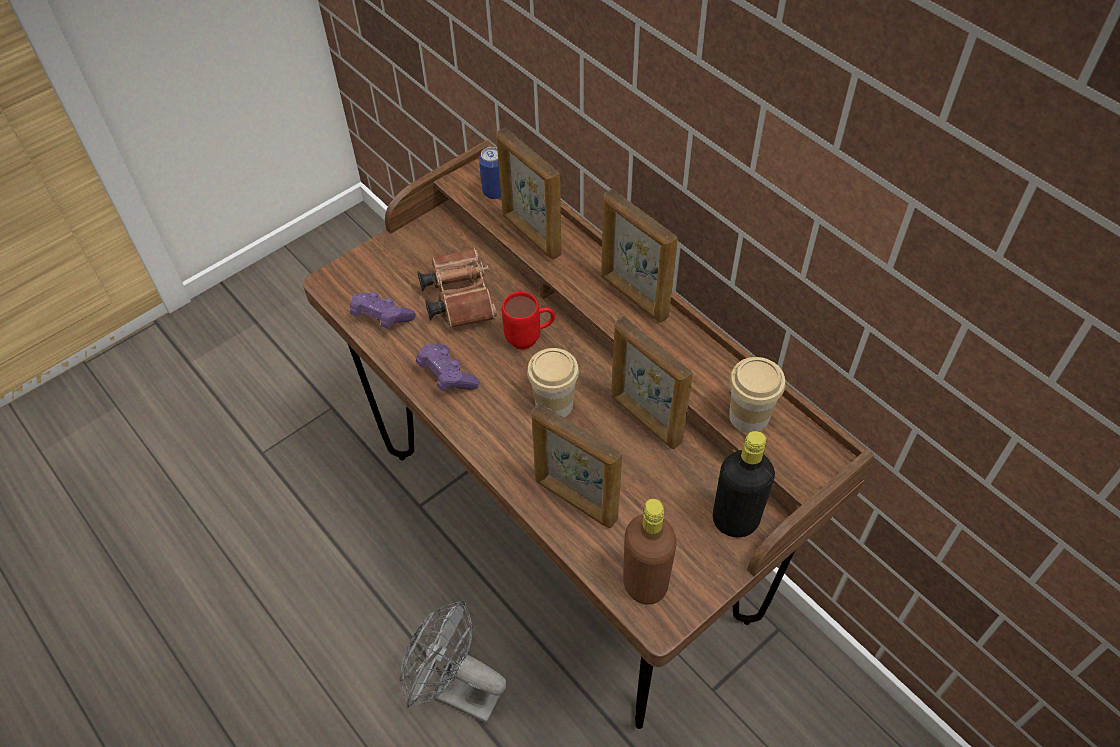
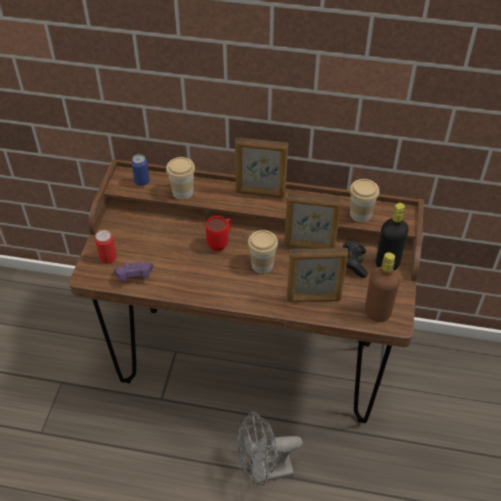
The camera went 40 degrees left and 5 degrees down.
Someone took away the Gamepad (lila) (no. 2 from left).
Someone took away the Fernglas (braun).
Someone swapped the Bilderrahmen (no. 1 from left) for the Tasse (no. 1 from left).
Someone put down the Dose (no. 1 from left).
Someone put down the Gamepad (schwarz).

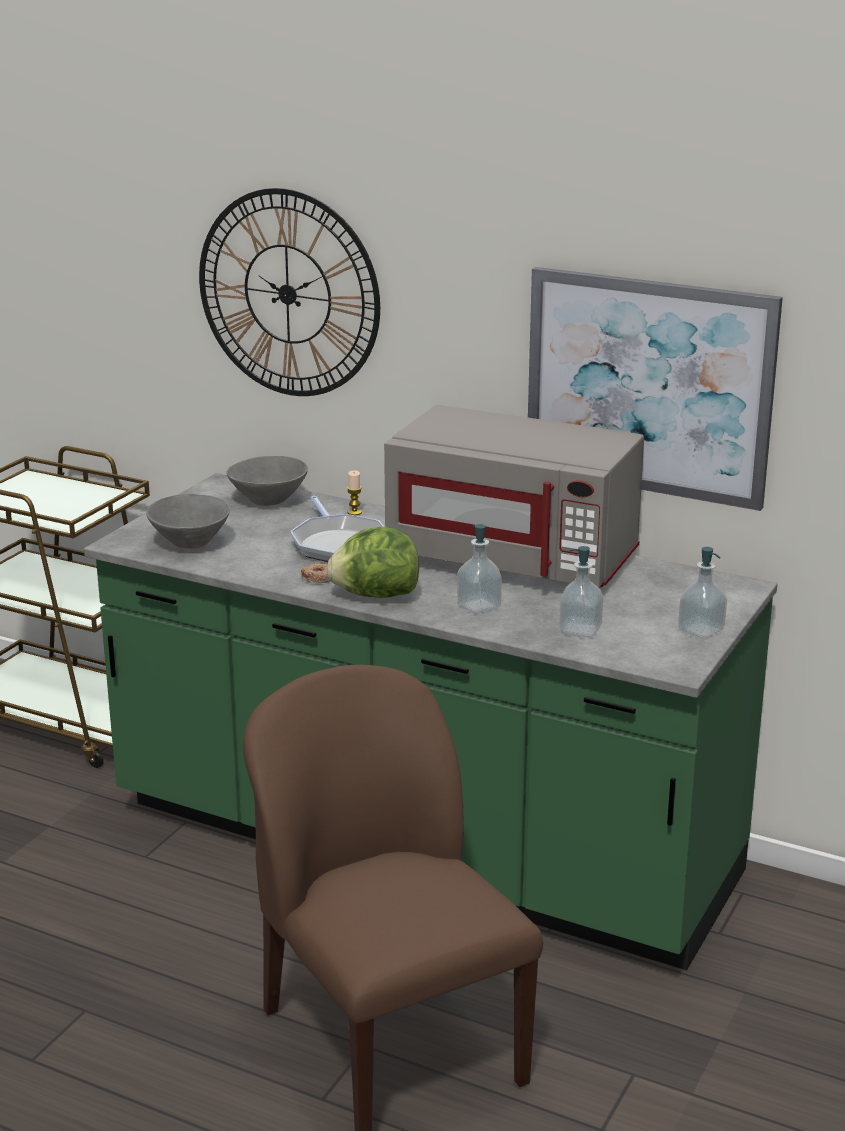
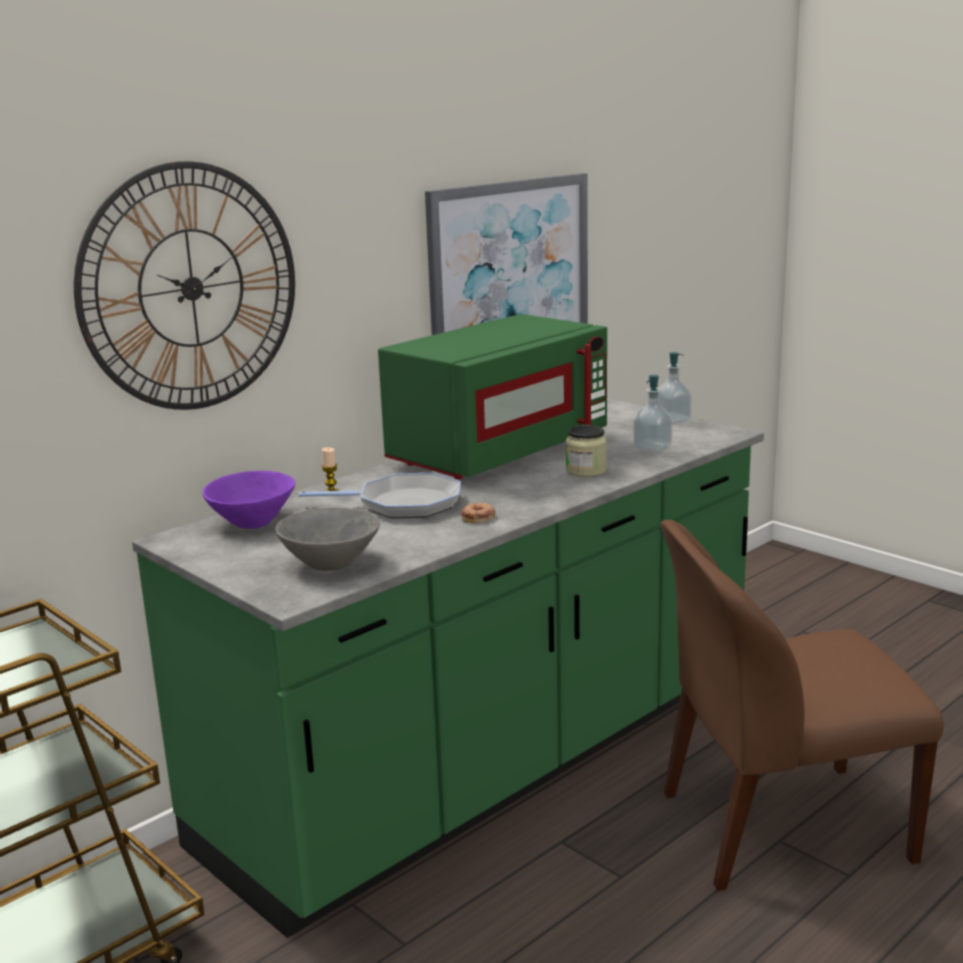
The camera went 70 degrees left and 5 degrees down.
Someone repainted the Schüssel (grau) (no. 2 from left), which became the Schüssel (lila).
Someone took away the Salatkopf.
Someone repainted the Mikrowelle (grau), which became the Mikrowelle (grün).
Someone swapped the Seifenspender (no. 1 from left) for the Vorratsglas.

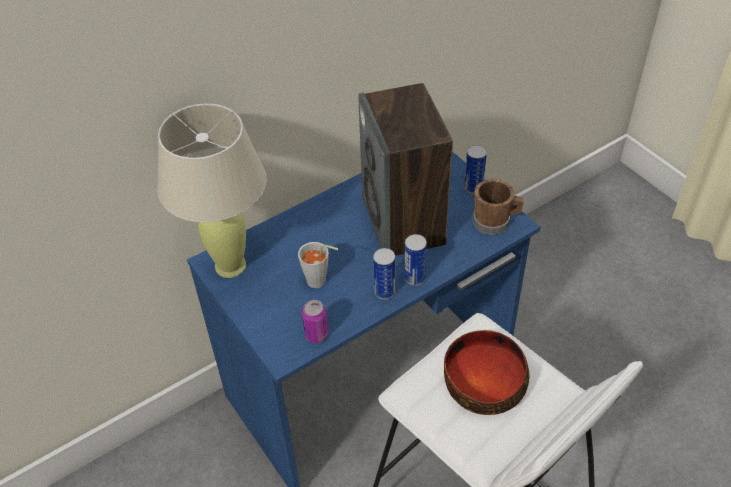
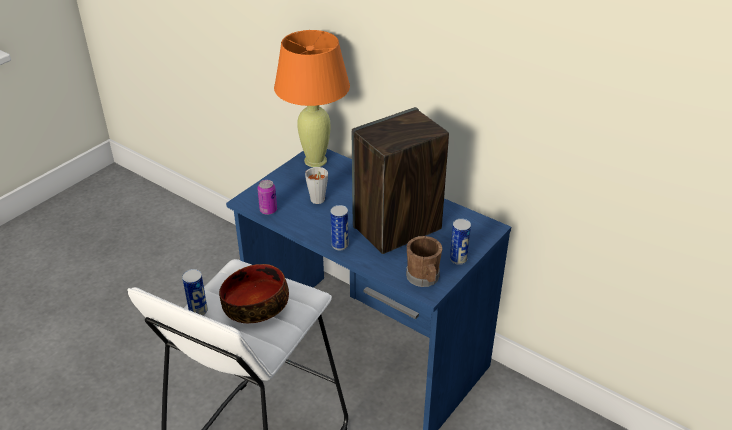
The camera went 70 degrees right and 10 degrees down.
Someone repainted the Tischlampe (beige), which became the Tischlampe (orange).
Someone carried the Dose (no. 2 from left in the first image).

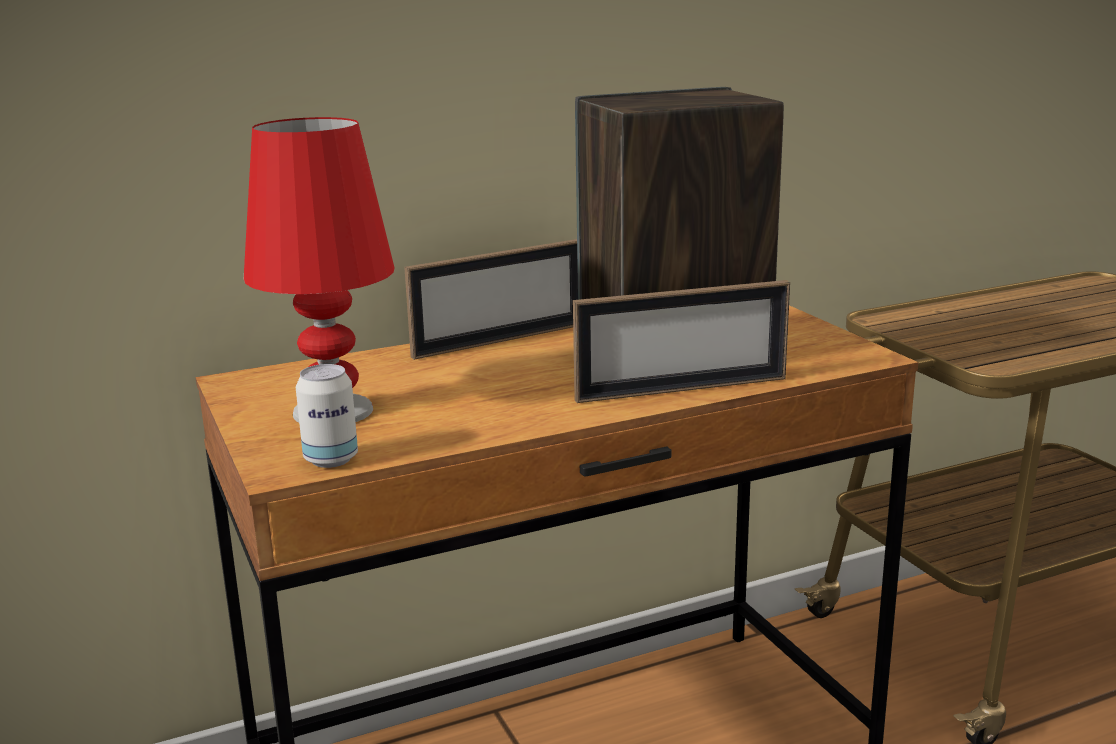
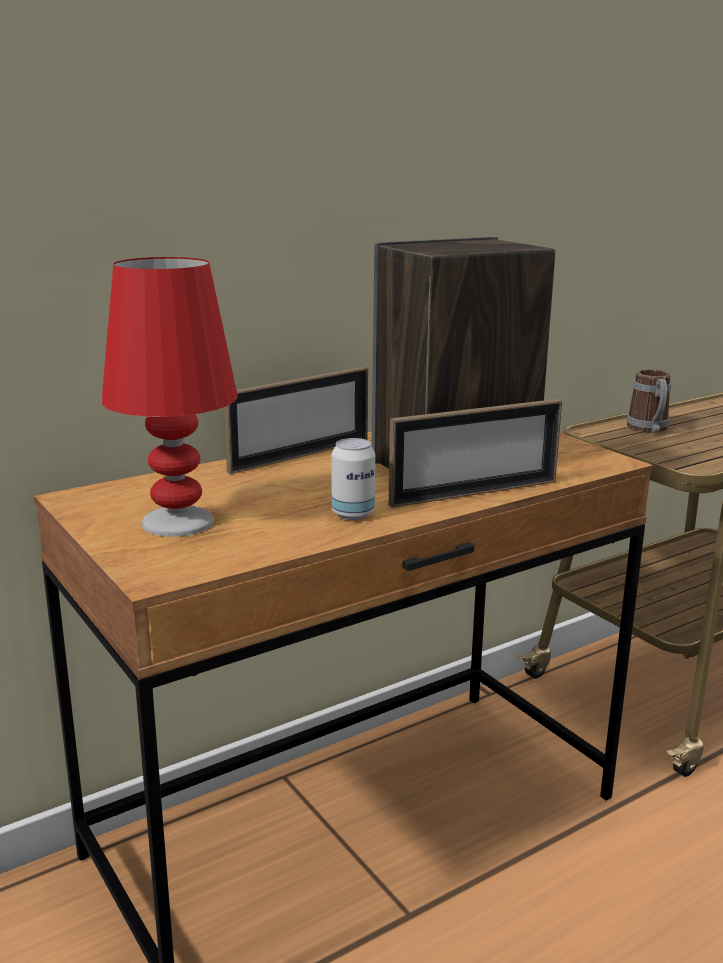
The camera went 10 degrees left and 0 degrees up.
Someone carried the Dose.
Someone put down the Henkelbecher.

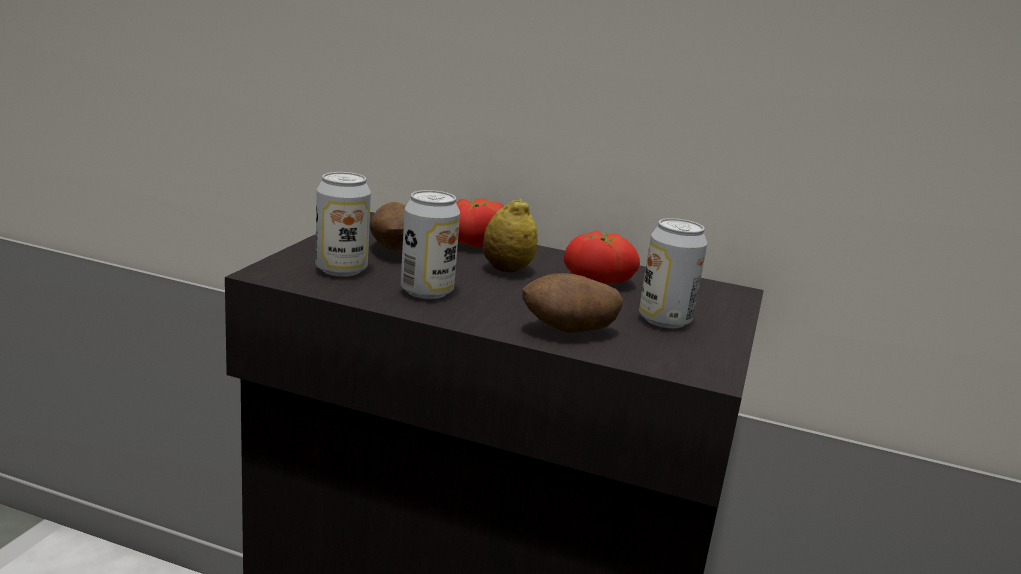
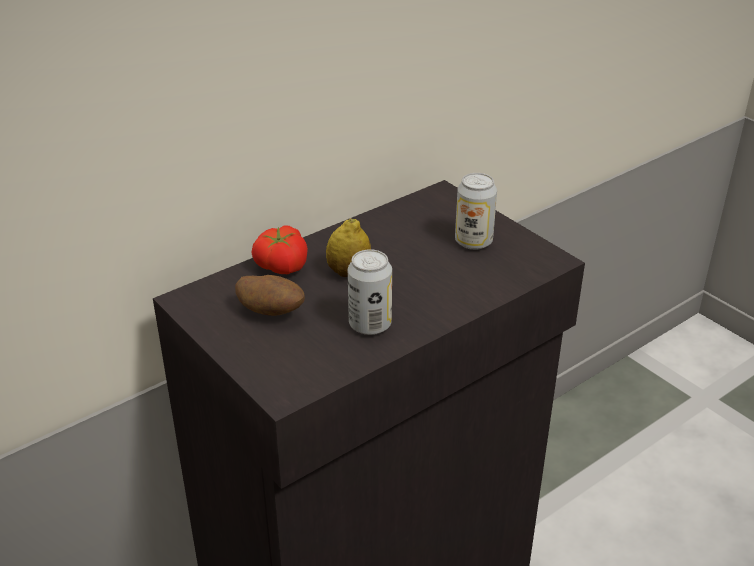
The camera went 55 degrees left and 15 degrees up.
Someone took away the Dose (no. 1 from left).
Someone took away the Kartoffel (no. 2 from left).
Someone took away the Tomate (no. 2 from left).

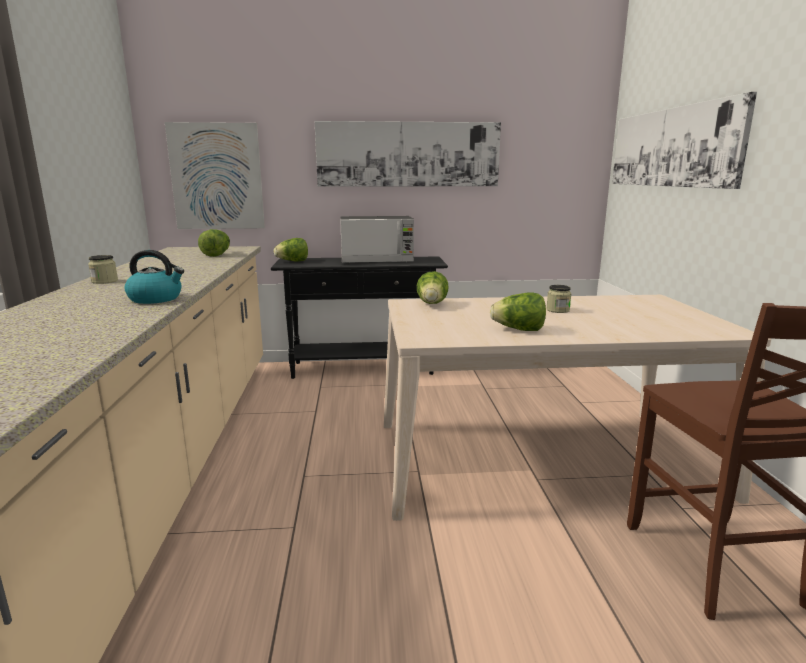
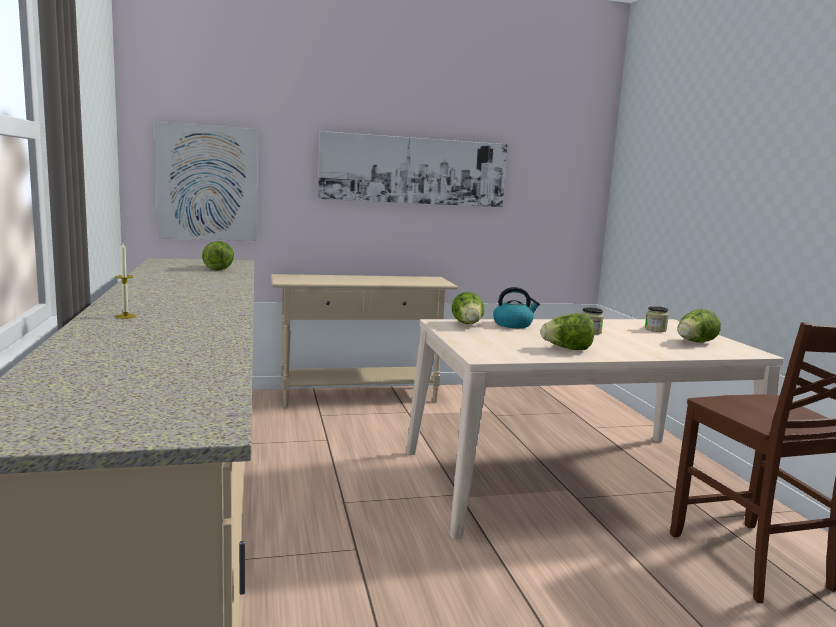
The camera went 10 degrees left and 5 degrees down.
Someone carried the Vorratsglas (no. 1 from left in the first image).
Someone carried the Wasserkessel.
Someone repainted the Konsolentisch (schwarz), which became the Konsolentisch (beige).
Someone carried the Salatkopf (no. 2 from left in the first image).
Someone took away the Mikrowelle.
Someone took away the Bild (no. 3 from left).
Someone put down the Kerze.

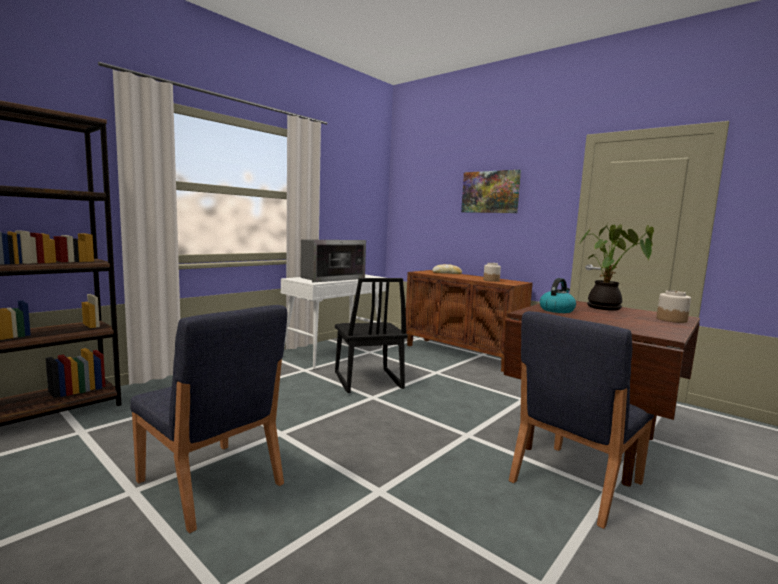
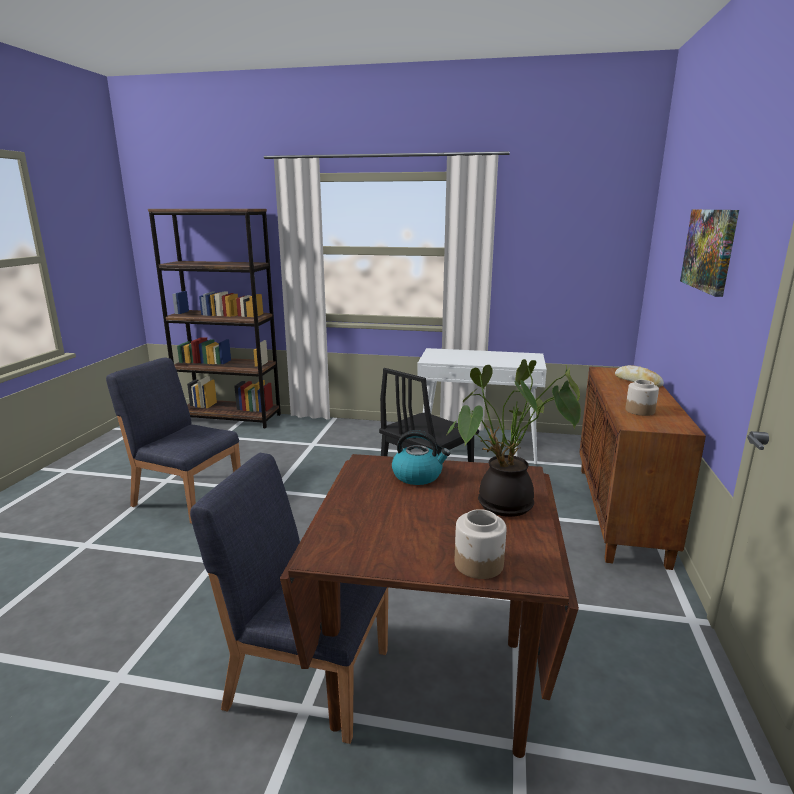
The camera went 60 degrees right and 10 degrees up.
Someone rotated the Stuhl (blau) (no. 1 from left) by 105 degrees clockwise.
Someone took away the Mikrowelle.

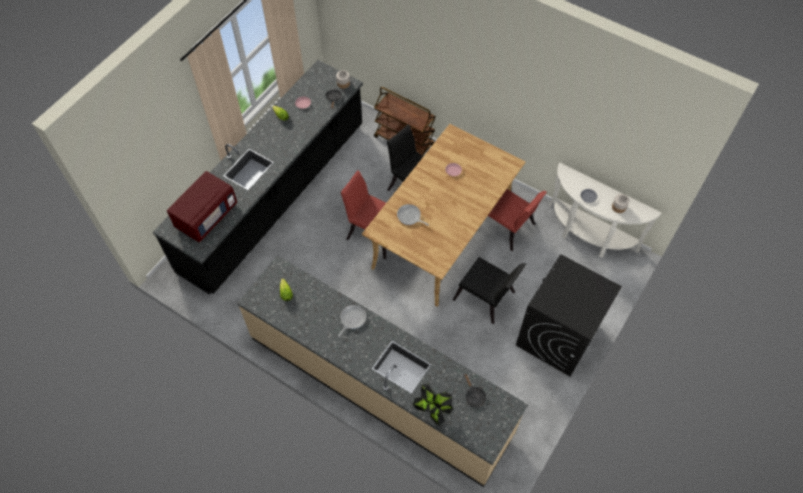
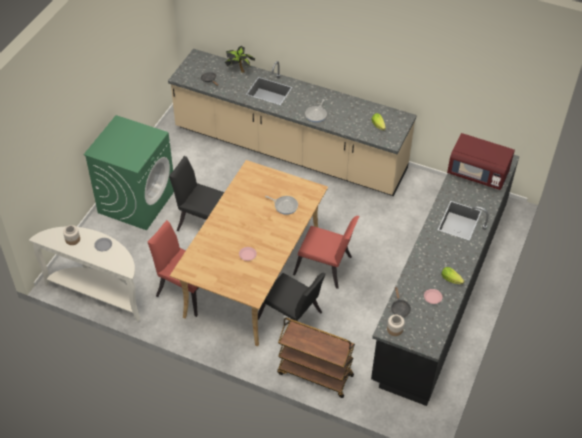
The camera went 170 degrees right and 10 degrees down.
Someone rotated the Mikrowelle (rot) by 90 degrees counterclockwise.
Someone repainted the Waschmaschine (schwarz), which became the Waschmaschine (grün).

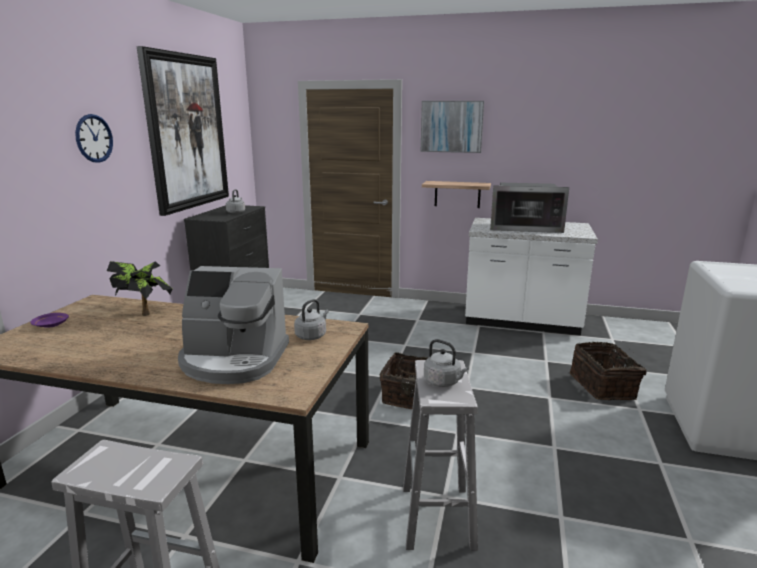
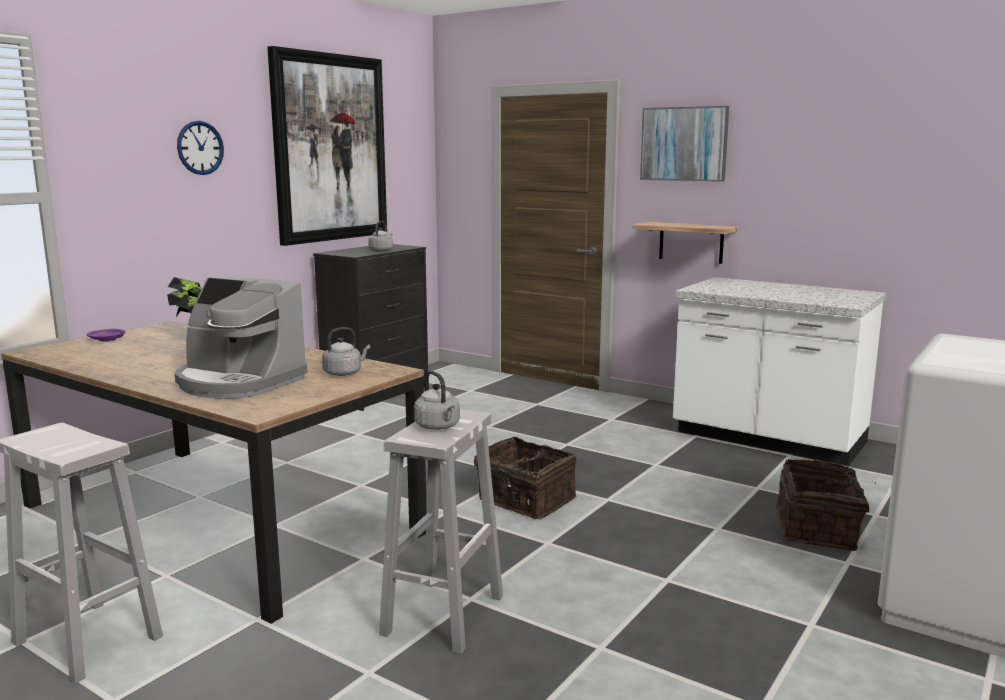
The camera went 20 degrees right and 5 degrees down.
Someone took away the Mikrowelle.

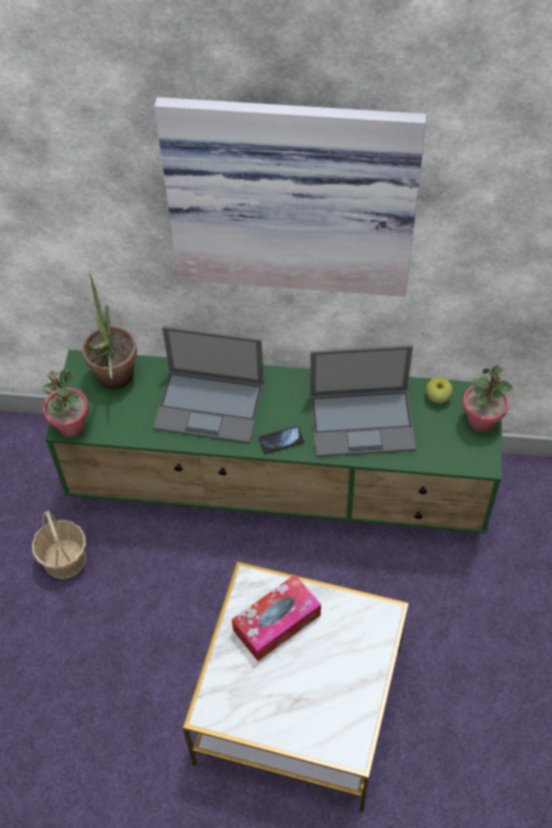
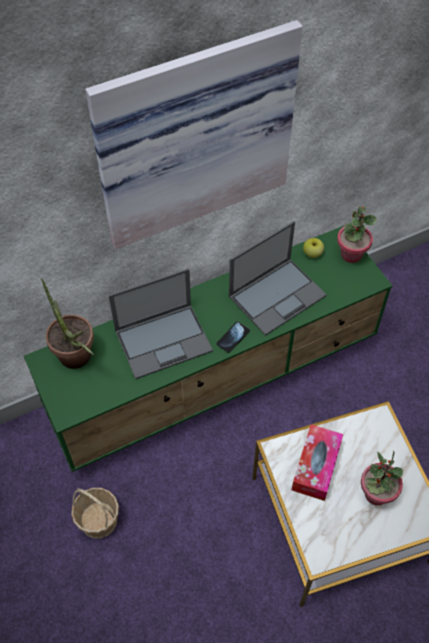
The camera went 35 degrees left and 0 degrees up.
Someone carried the Topfpflanze (no. 1 from left in the first image).

